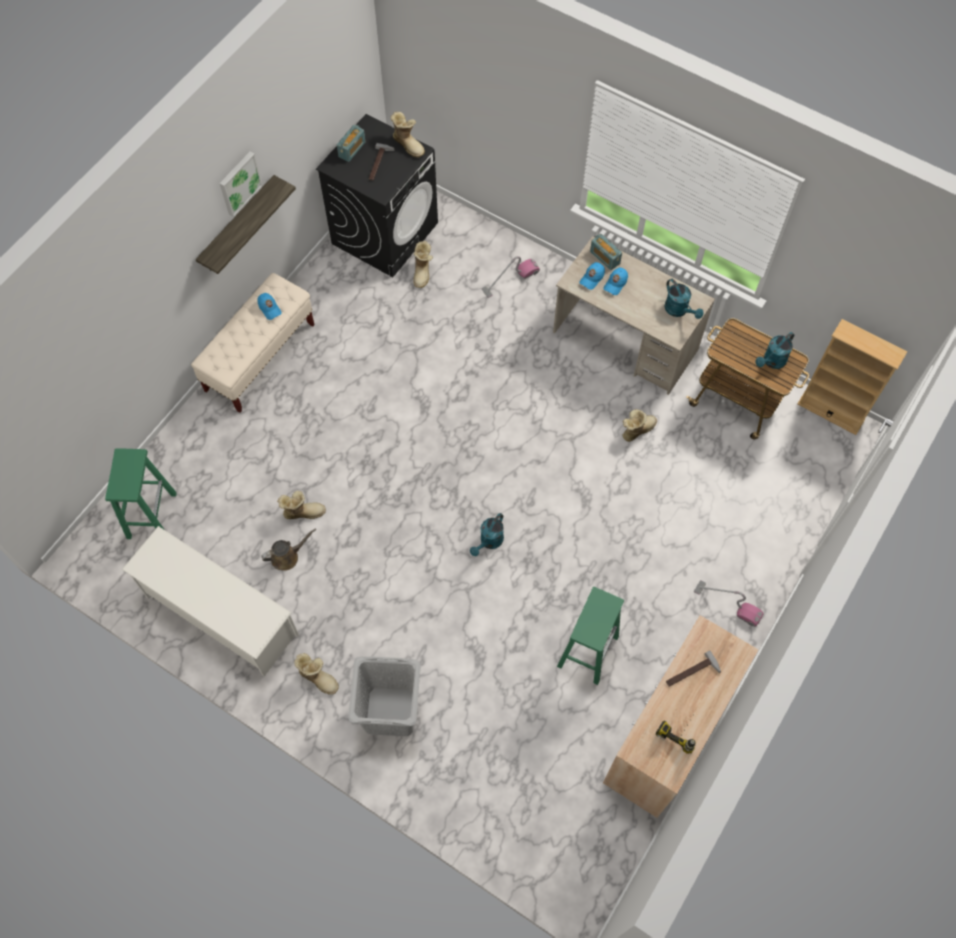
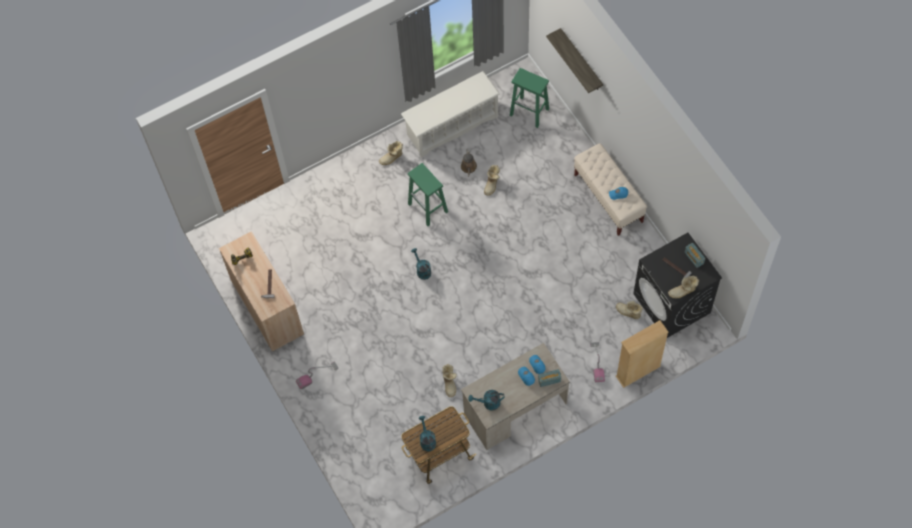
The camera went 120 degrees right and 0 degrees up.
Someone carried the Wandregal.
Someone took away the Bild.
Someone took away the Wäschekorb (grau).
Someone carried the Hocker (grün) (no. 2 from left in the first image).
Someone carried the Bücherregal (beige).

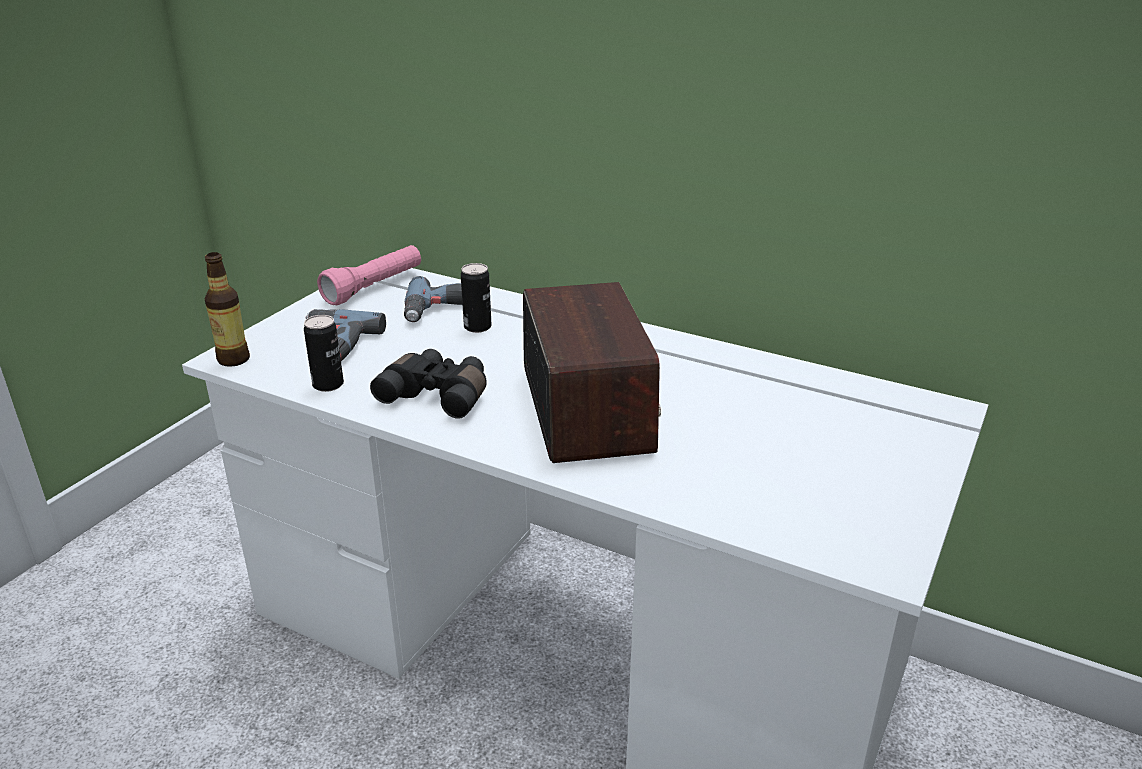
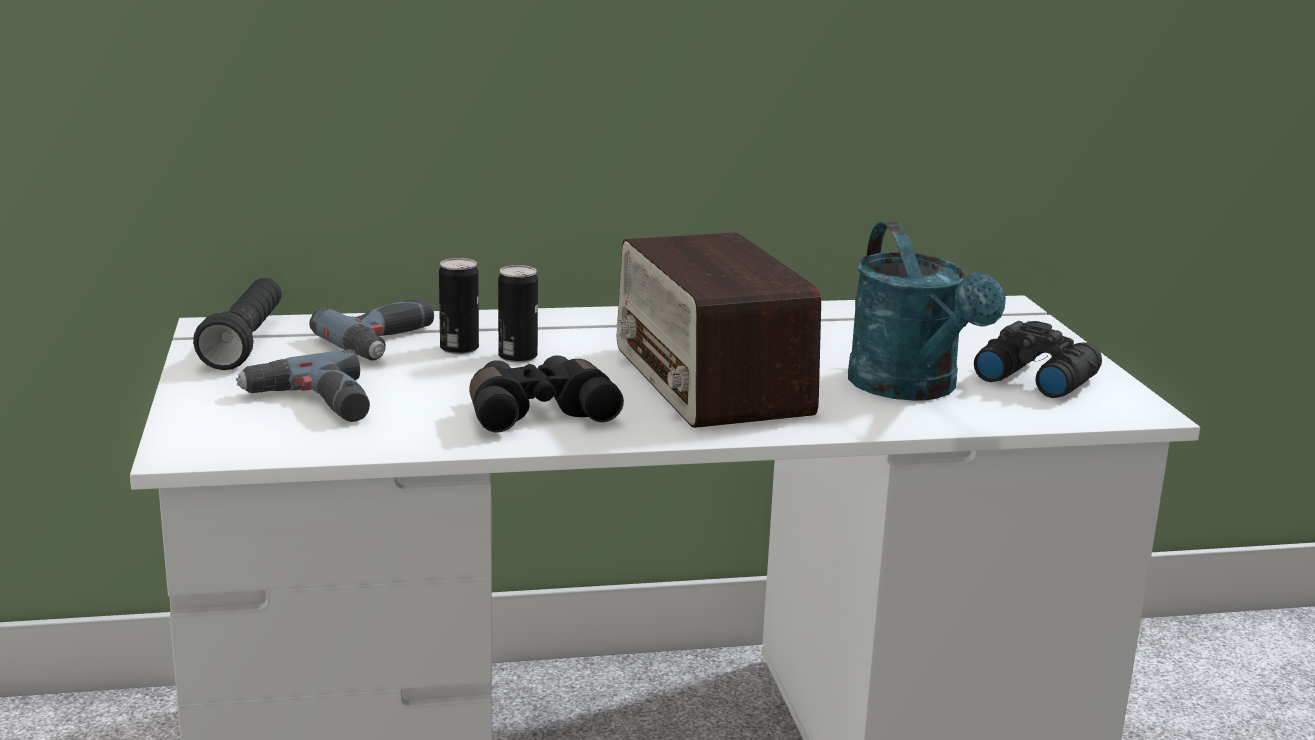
The camera went 40 degrees left and 10 degrees down.
Someone took away the Flasche.
Someone carried the Dose (no. 1 from left in the first image).
Someone repainted the Taschenlampe (rosa), which became the Taschenlampe (schwarz).
Someone rotated the Radio by 150 degrees counterclockwise.
Someone put down the Gießkanne (türkis).
Someone put down the Fernglas (schwarz) (no. 2 from left).

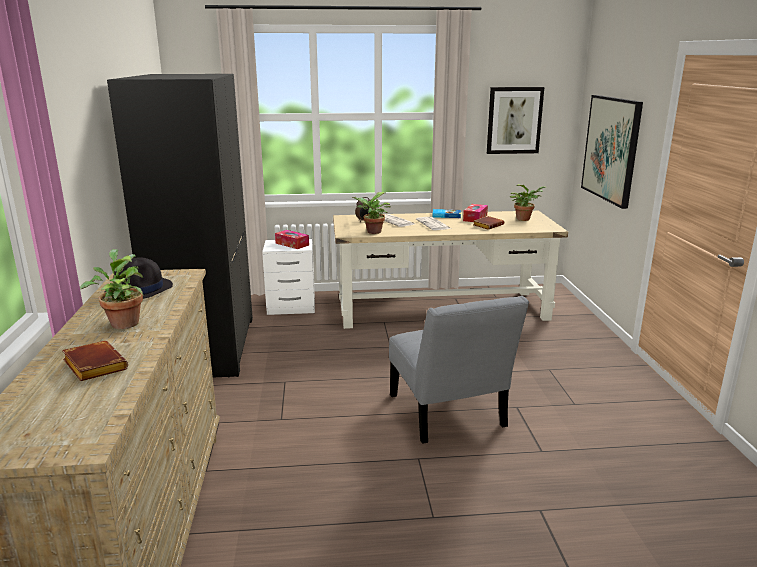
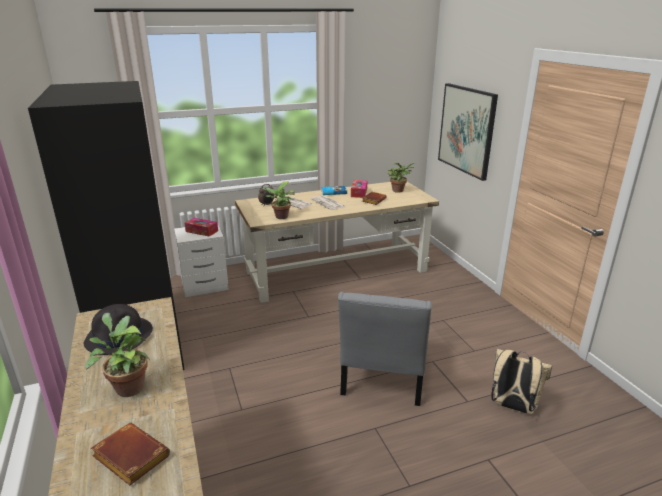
The camera went 15 degrees left and 5 degrees up.
Someone rotated the Stuhl (grau) by 45 degrees clockwise.
Someone took away the Bild (no. 1 from left).
Someone put down the Rucksack (beige).

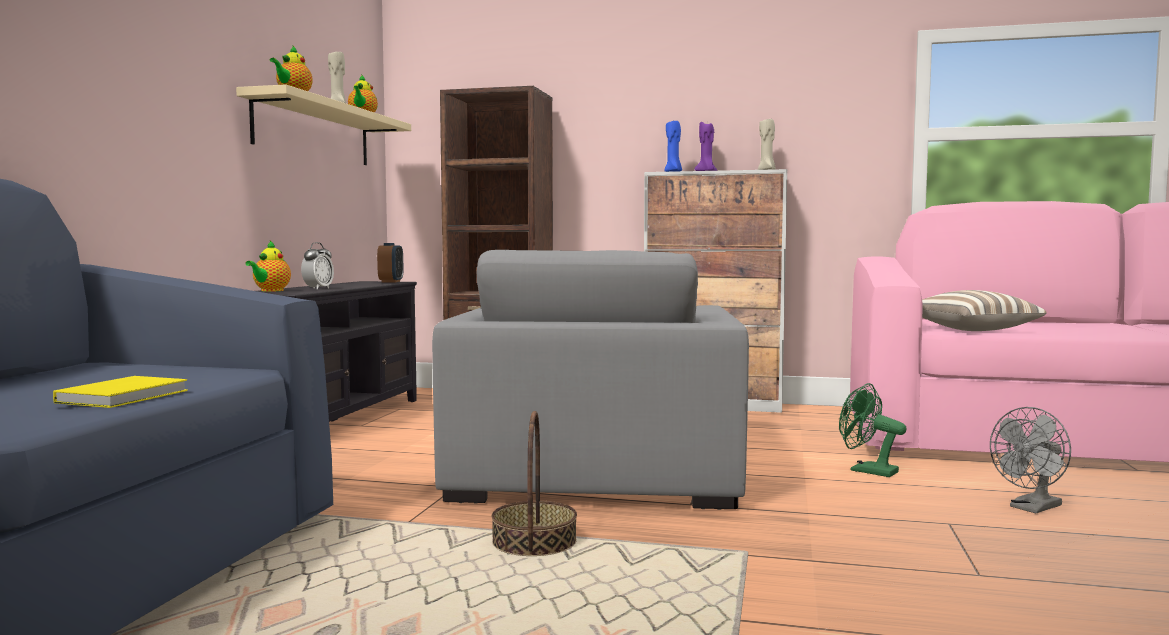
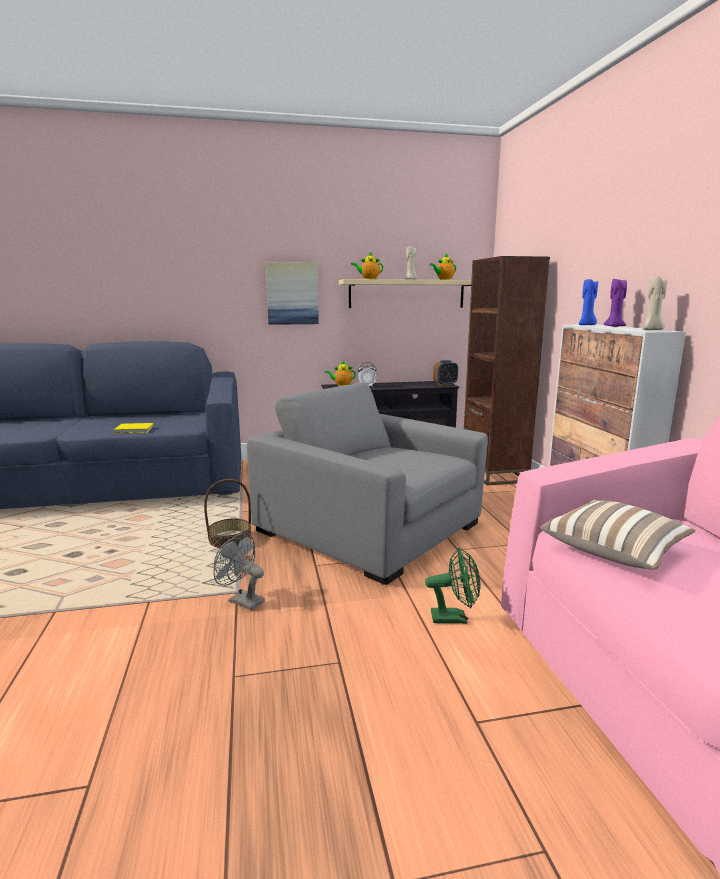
The camera went 65 degrees right and 10 degrees up.
Someone rotated the Sessel (grau) by 60 degrees clockwise.
Someone rotated the Ventilator (grün) by 75 degrees clockwise.
Someone carried the Ventilator (grau).
Someone put up the Bild.

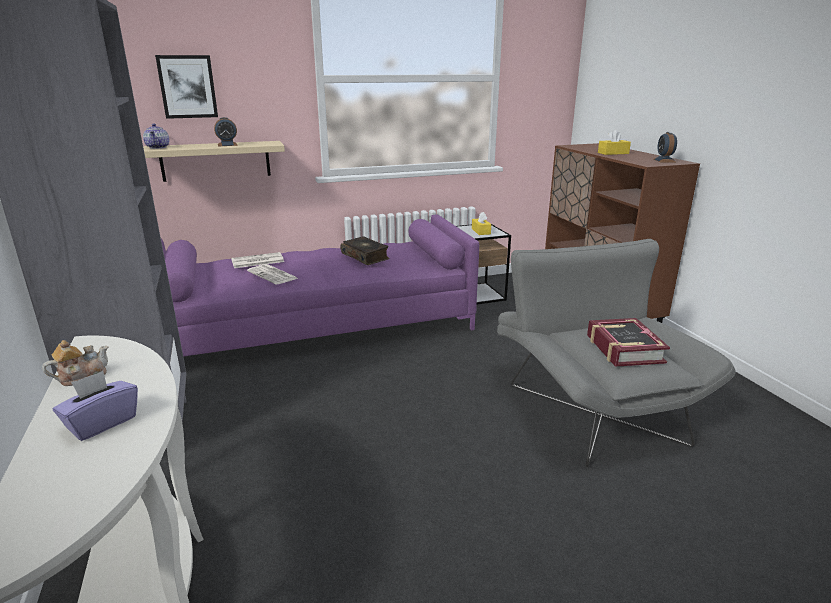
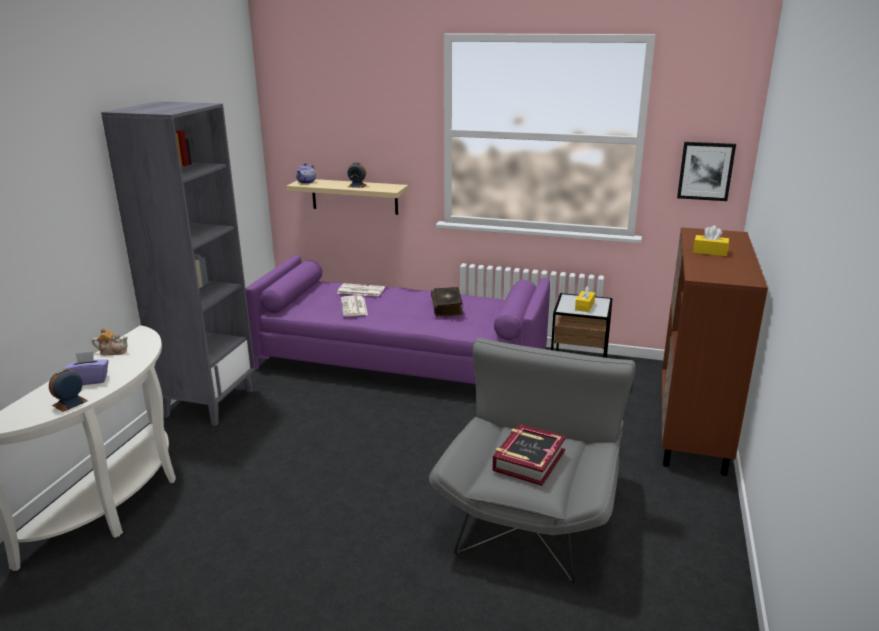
The camera went 35 degrees right and 0 degrees up.
Someone carried the Bild.
Someone carried the Wecker (no. 2 from left in the first image).

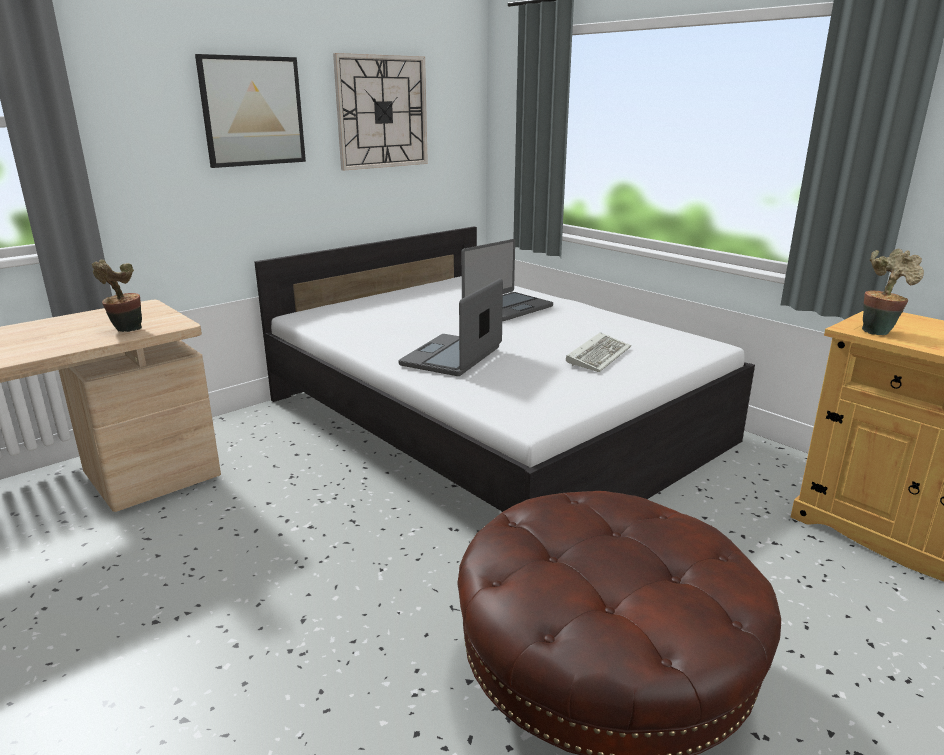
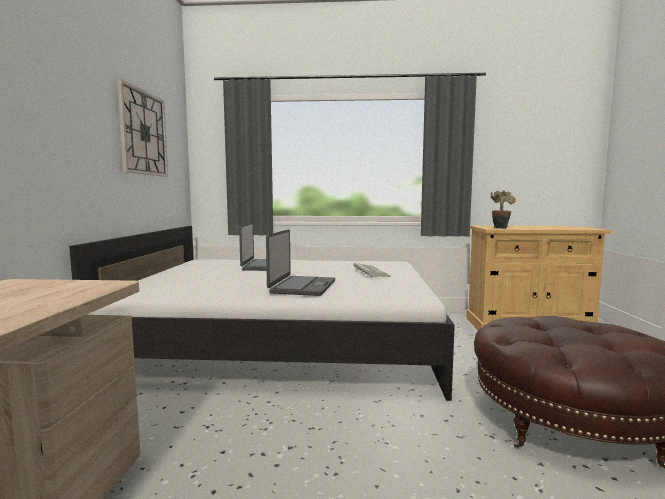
The camera went 45 degrees left and 15 degrees down.
Someone took away the Topfpflanze (no. 1 from left).
Someone took away the Bild.
Someone rotated the Laptop (no. 1 from left in the first image) by 150 degrees counterclockwise.

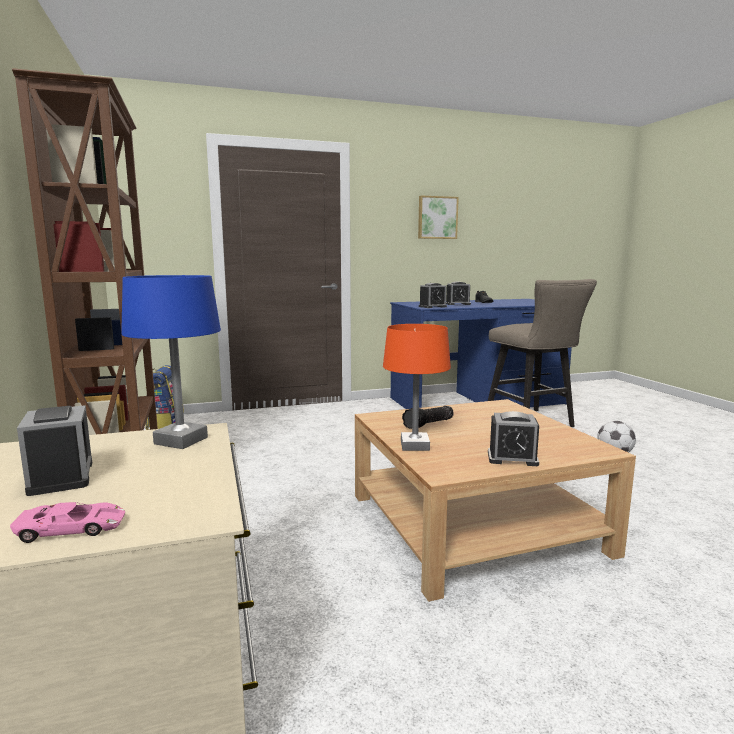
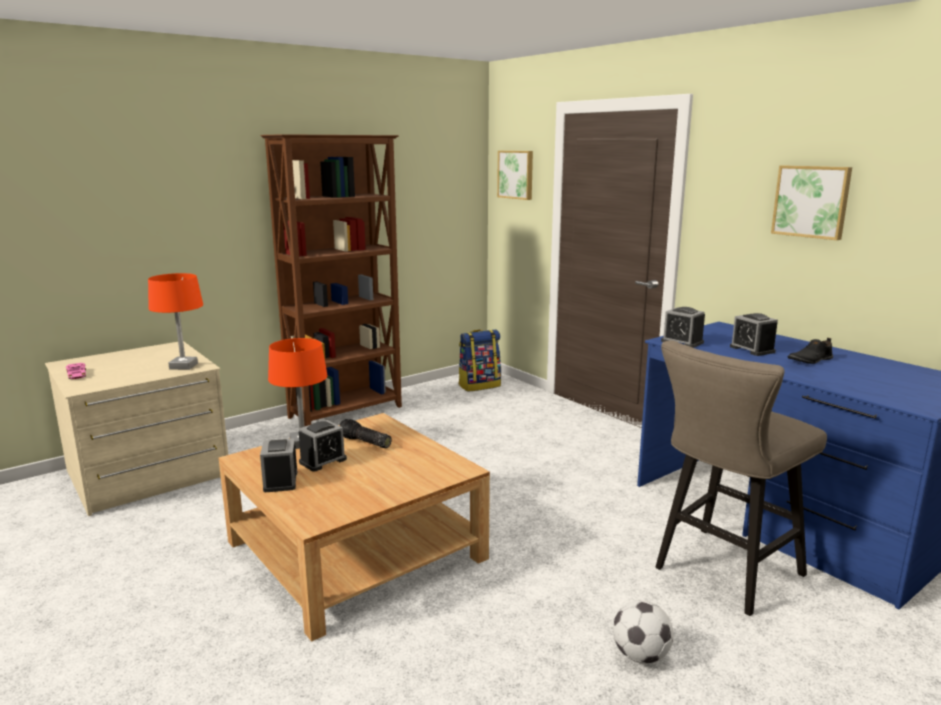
The camera went 70 degrees right and 5 degrees up.
Someone carried the Wecker (no. 1 from left in the first image).
Someone repainted the Tischlampe (blau), which became the Tischlampe (orange) (no. 1 from left).
Someone put up the Bild (no. 1 from left).

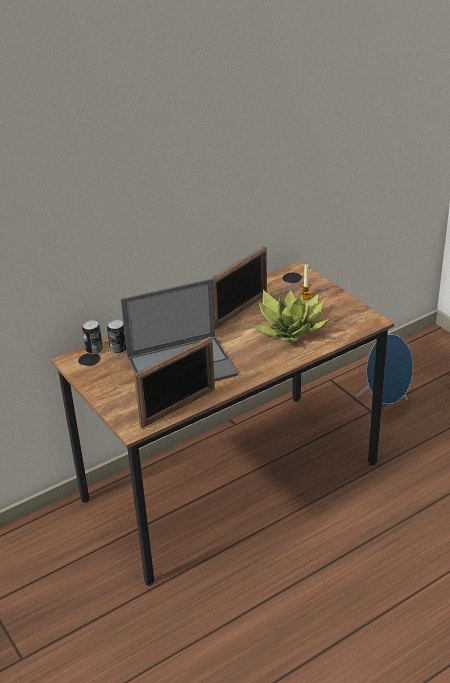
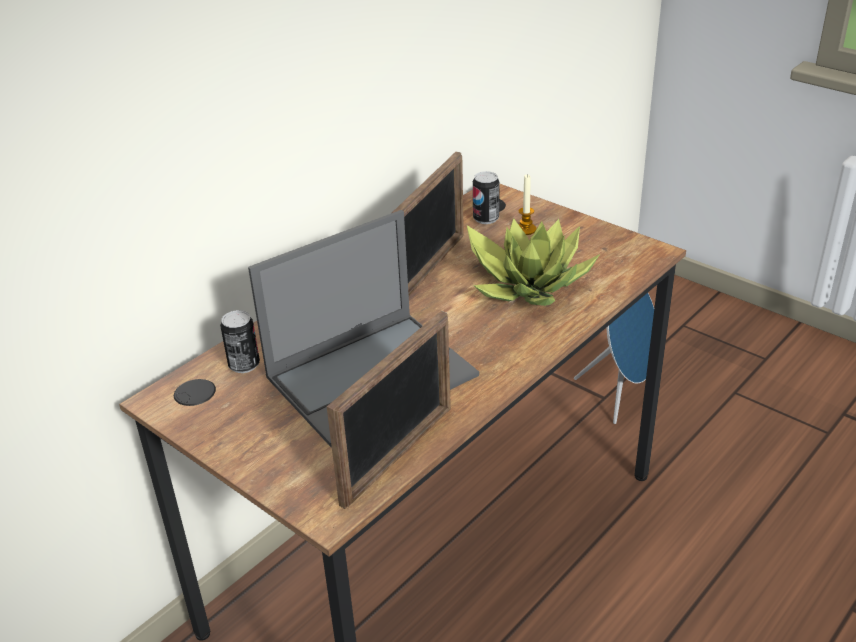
The camera went 15 degrees left and 0 degrees up.
Someone carried the Dose (no. 1 from left in the first image).

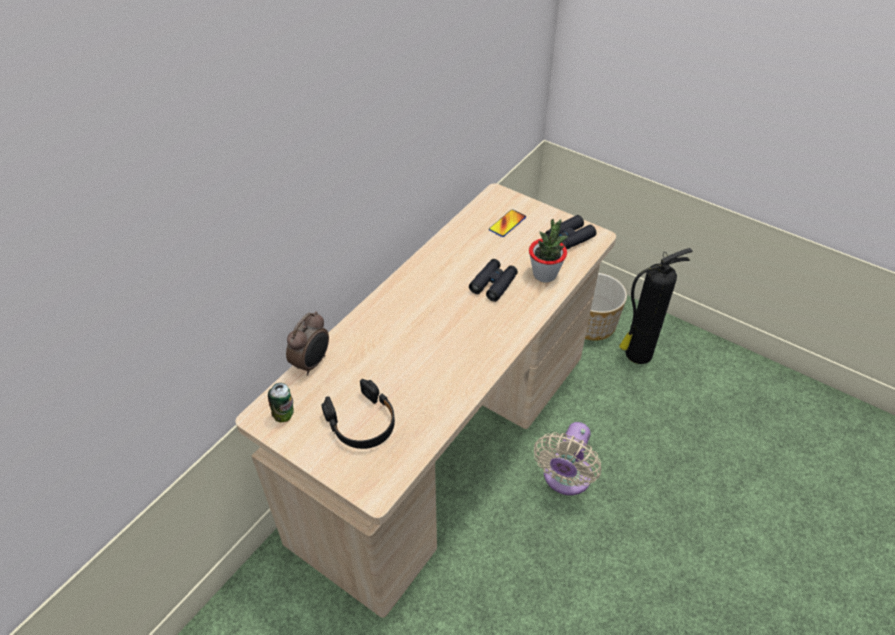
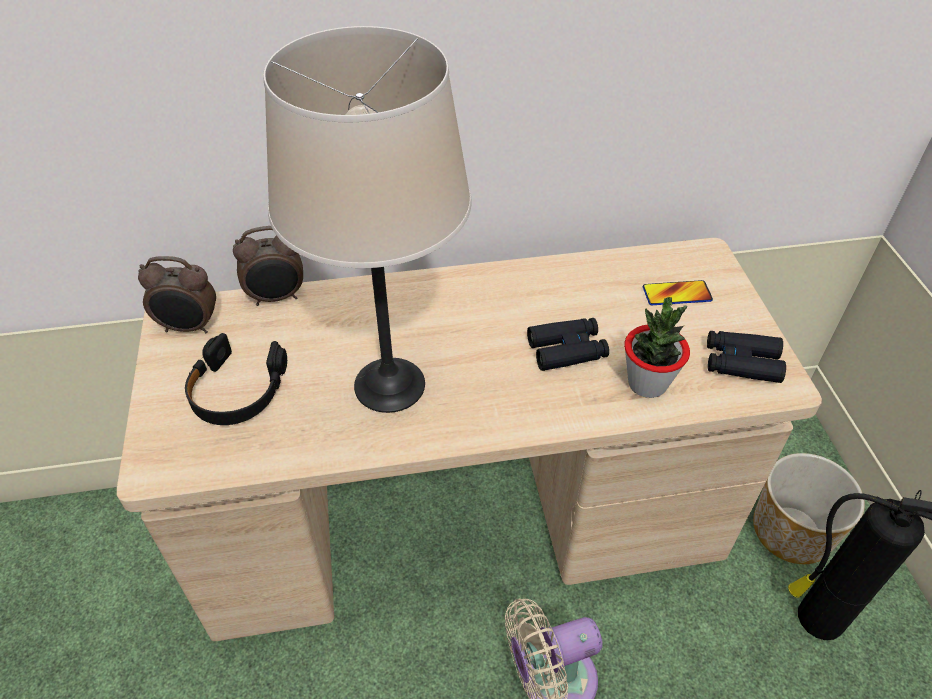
The camera went 45 degrees right and 0 degrees up.
Someone swapped the Dose for the Wecker (no. 1 from left).
Someone put down the Tischlampe (beige).

